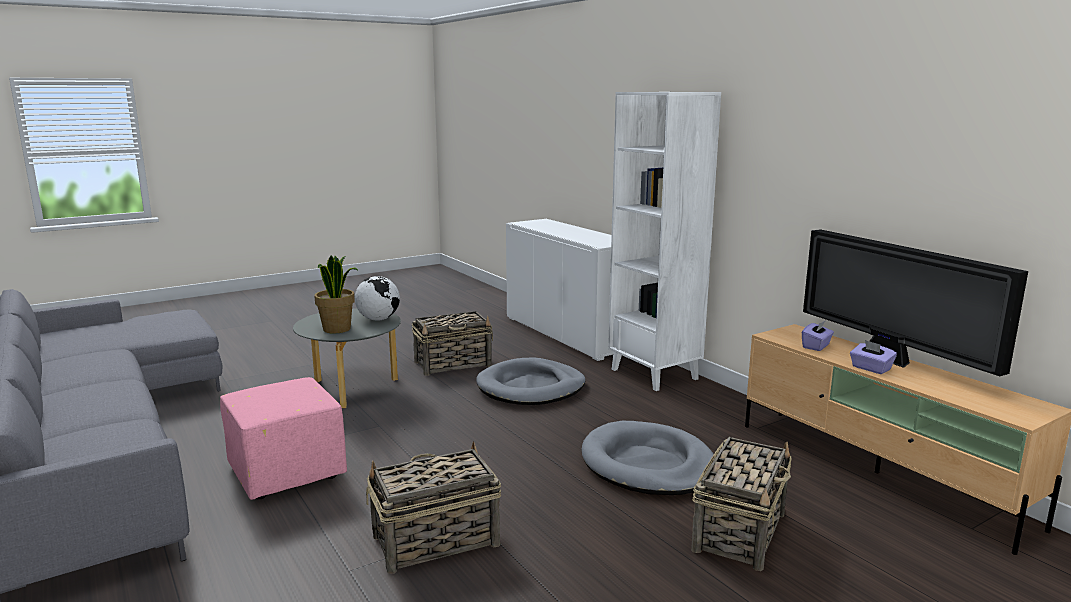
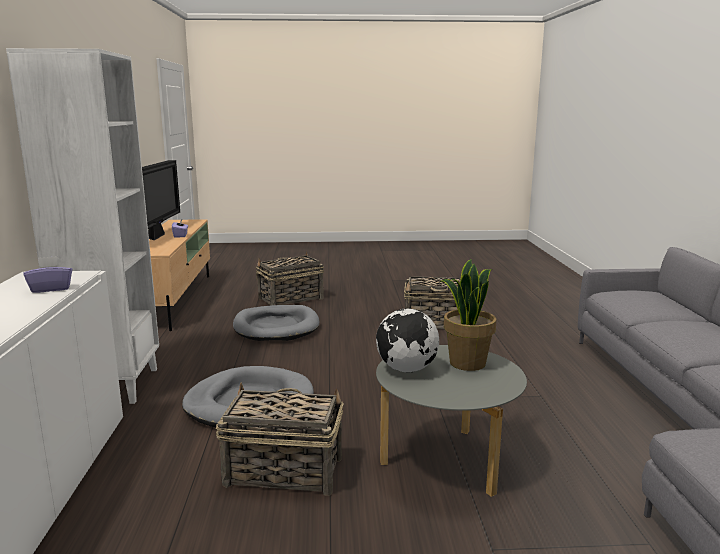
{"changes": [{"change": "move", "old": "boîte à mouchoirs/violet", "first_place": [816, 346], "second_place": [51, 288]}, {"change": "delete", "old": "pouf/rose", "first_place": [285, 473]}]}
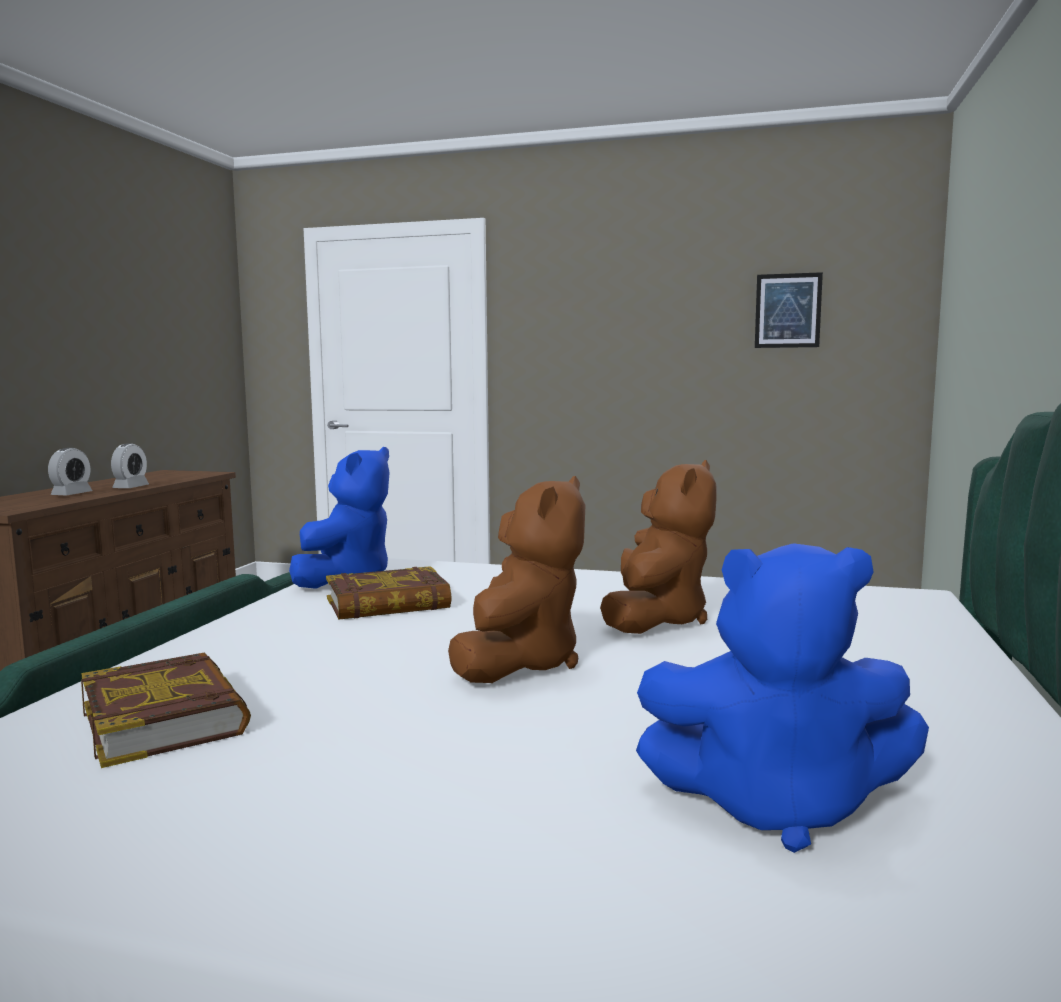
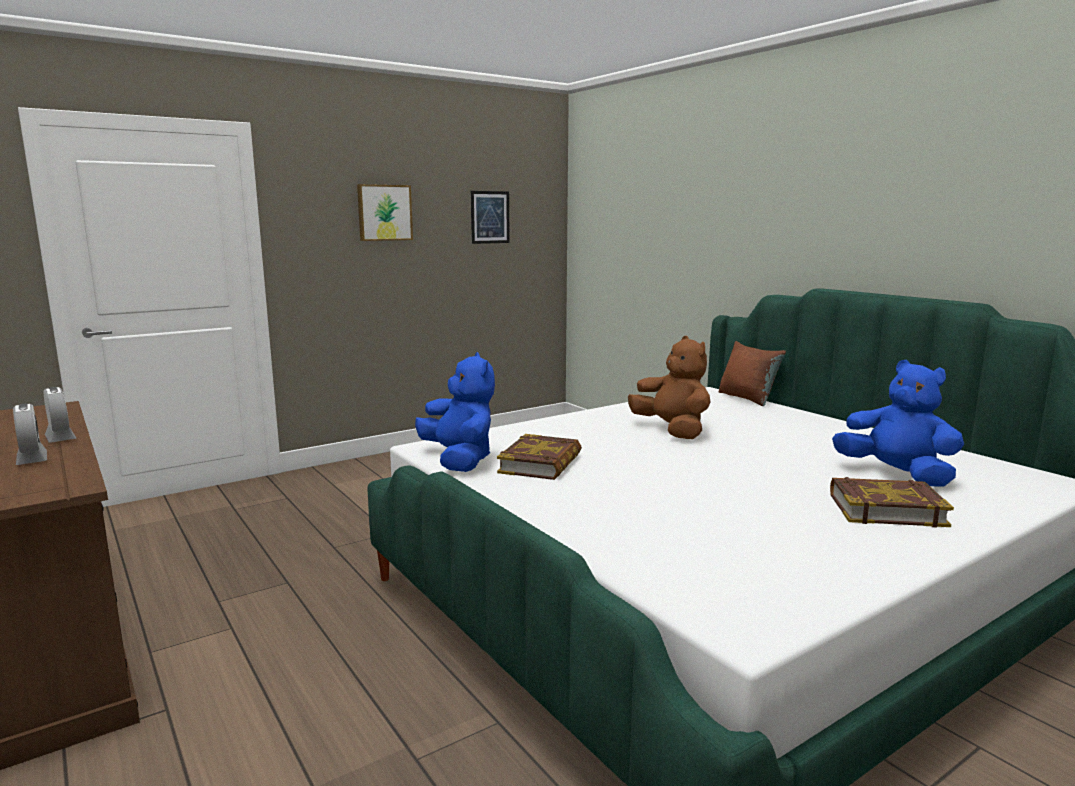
{"changes": [{"change": "delete", "old": "peluche/marron", "first_place": [519, 663]}, {"change": "rotate", "old": "peluche/bleu", "first_place": [775, 805], "second_place": [896, 475], "degrees": -90}, {"change": "move", "old": "livre", "first_place": [165, 719], "second_place": [886, 509]}, {"change": "insert", "new": "tableau", "second_place": [384, 212]}, {"change": "insert", "new": "coussin/marron", "second_place": [747, 398]}]}
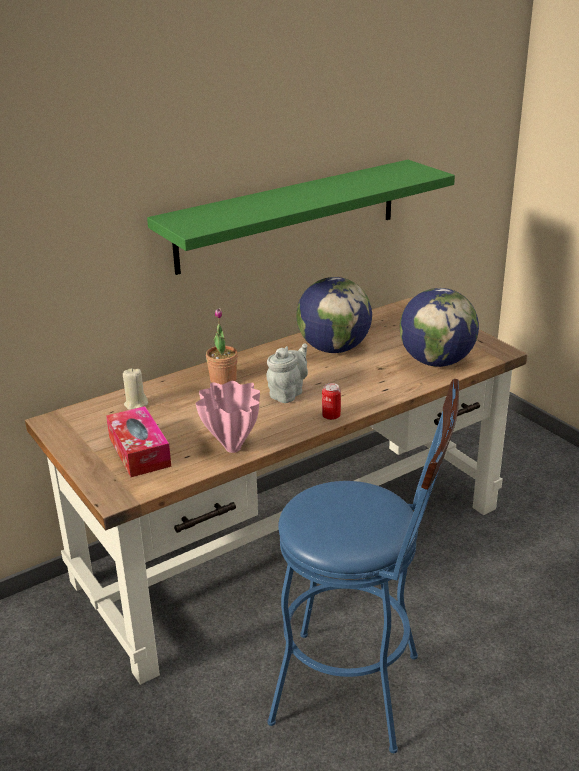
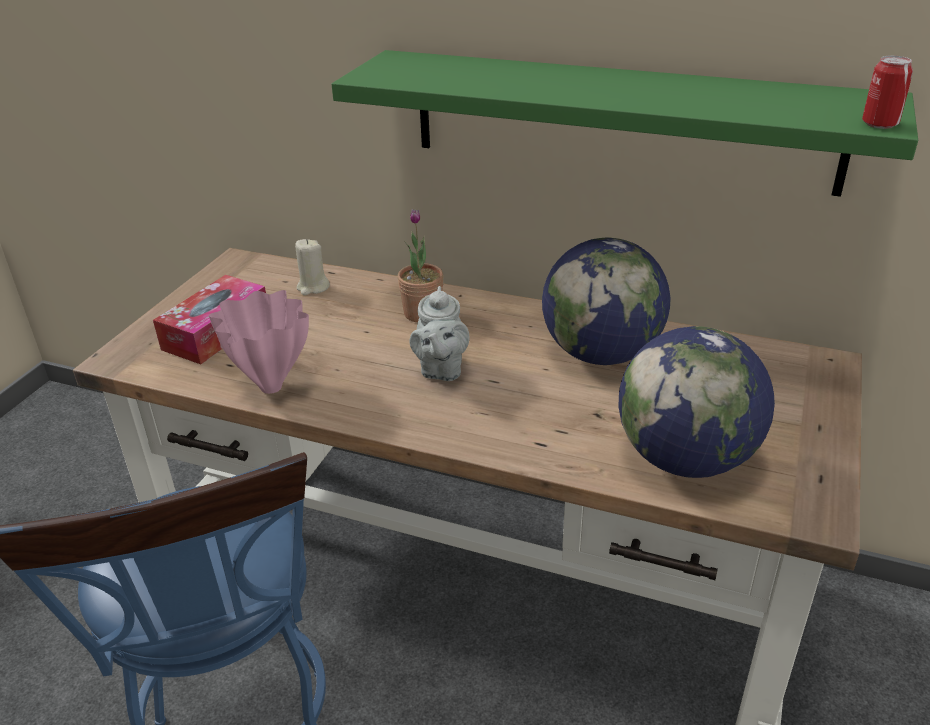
{"changes": [{"change": "rotate", "old": "théière/gris", "first_place": [288, 393], "second_place": [441, 369], "degrees": 90}, {"change": "move", "old": "boîte métallique", "first_place": [331, 416], "second_place": [879, 124]}]}
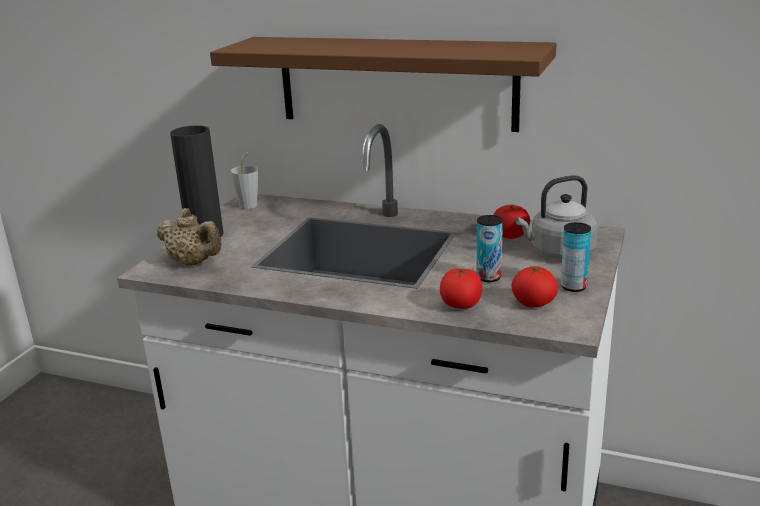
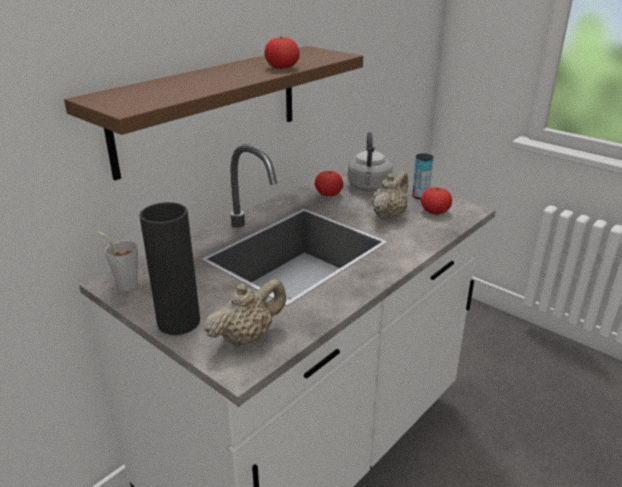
{"changes": [{"change": "replace", "old": "boîte métallique", "new": "théière/beige", "first_place": [488, 277], "second_place": [389, 215]}, {"change": "move", "old": "tomate", "first_place": [461, 305], "second_place": [282, 67]}]}
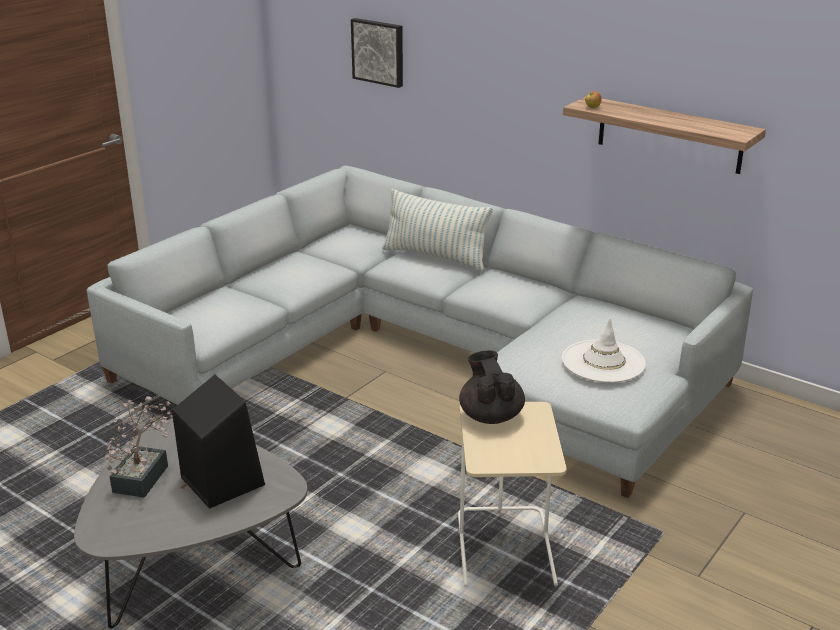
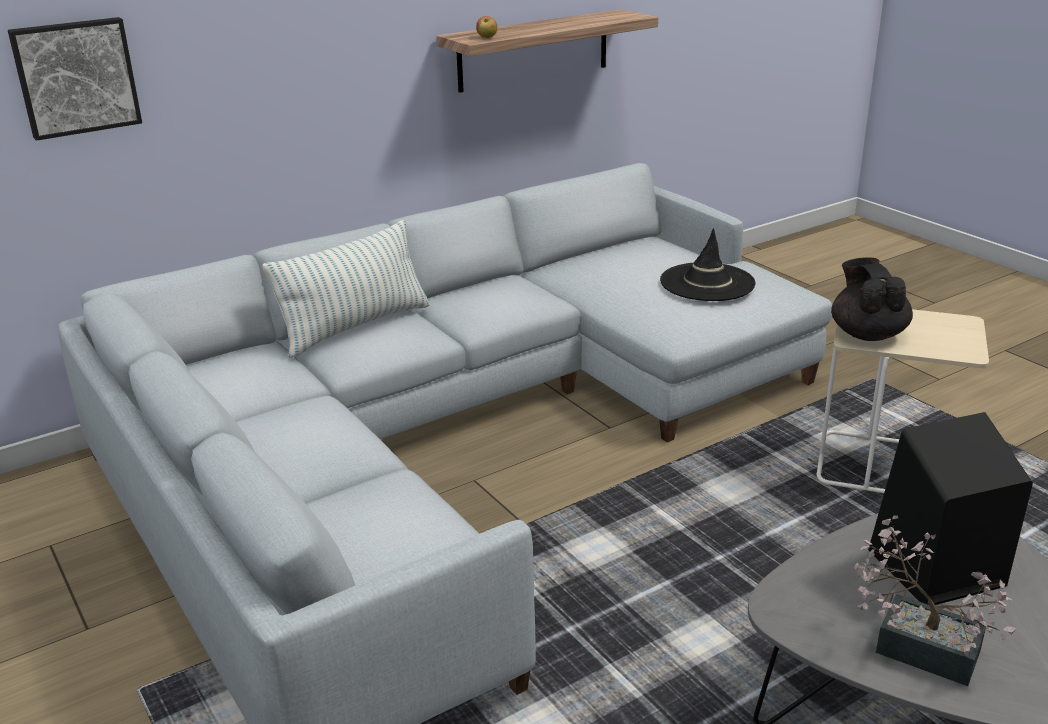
{"changes": [{"change": "recolor", "old": "chapeau/blanc", "new": "chapeau/noir", "first_place": [603, 362], "second_place": [707, 283]}, {"change": "rotate", "old": "théière/noir", "first_place": [490, 415], "second_place": [867, 334], "degrees": 75}]}
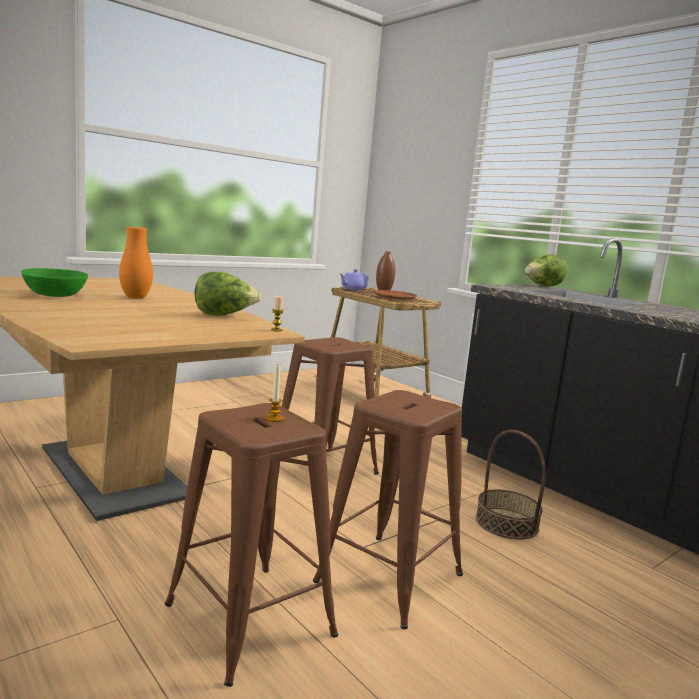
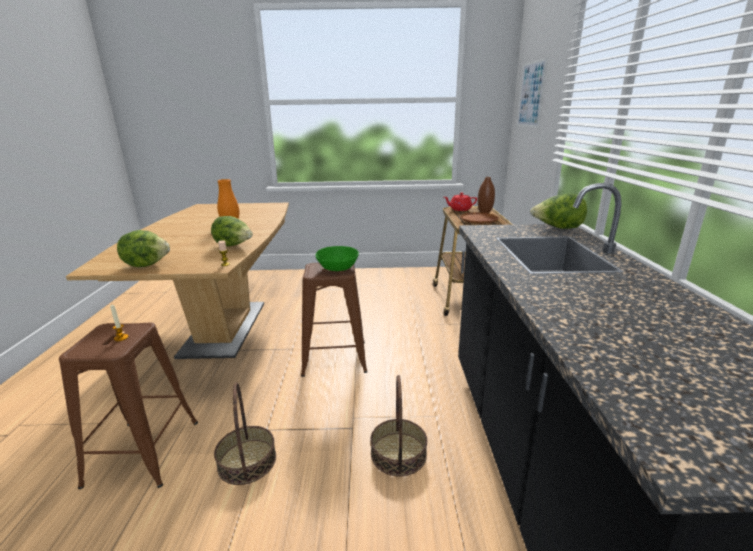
{"changes": [{"change": "move", "old": "bol/vert", "first_place": [56, 295], "second_place": [338, 268]}, {"change": "recolor", "old": "théière/violet", "new": "théière/rouge", "first_place": [353, 289], "second_place": [459, 209]}, {"change": "replace", "old": "tabouret/marron", "new": "panier", "first_place": [389, 578], "second_place": [247, 461]}, {"change": "insert", "new": "tableau", "second_place": [531, 94]}, {"change": "insert", "new": "laitue", "second_place": [147, 264]}]}
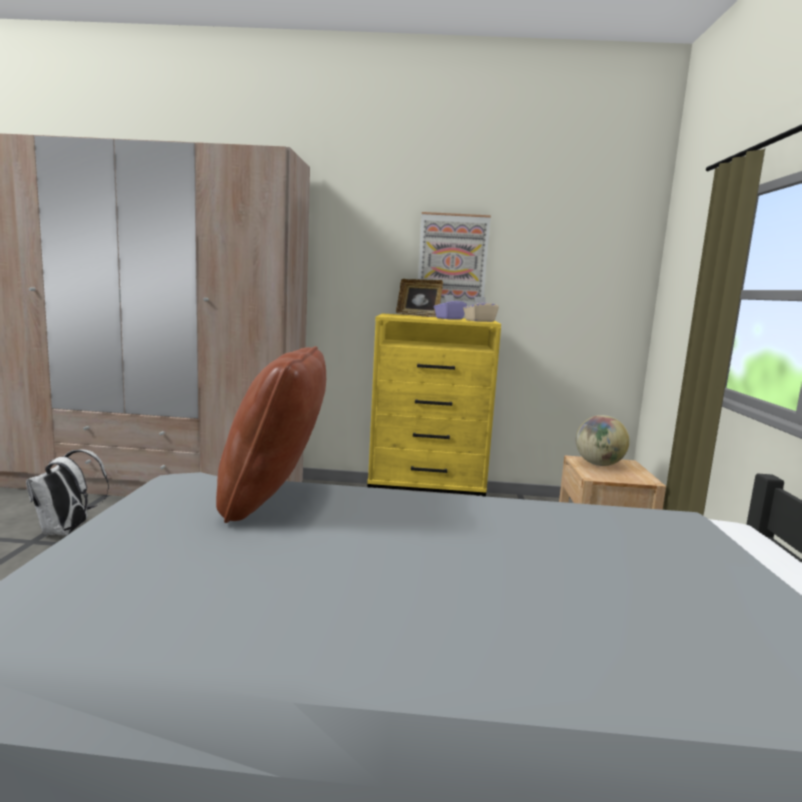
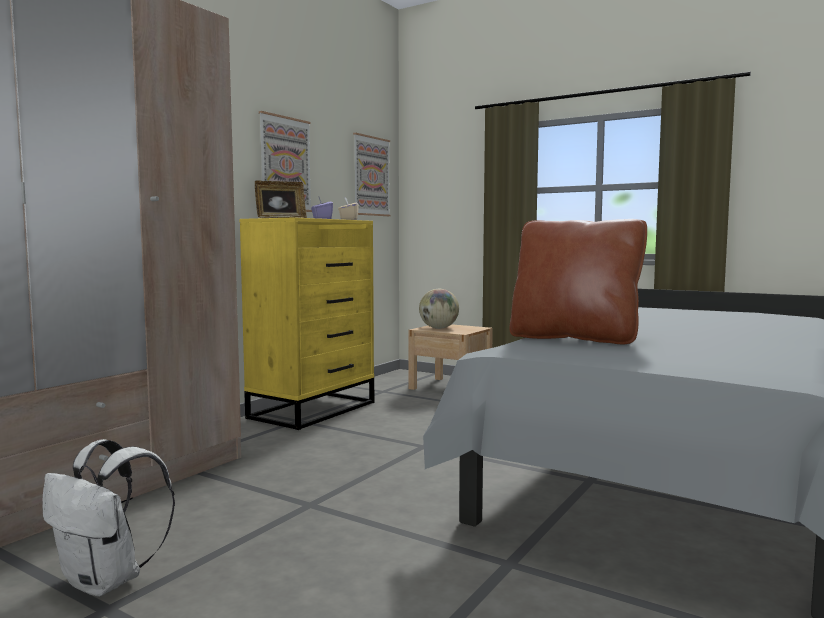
{"changes": [{"change": "insert", "new": "tableau", "second_place": [371, 176]}]}
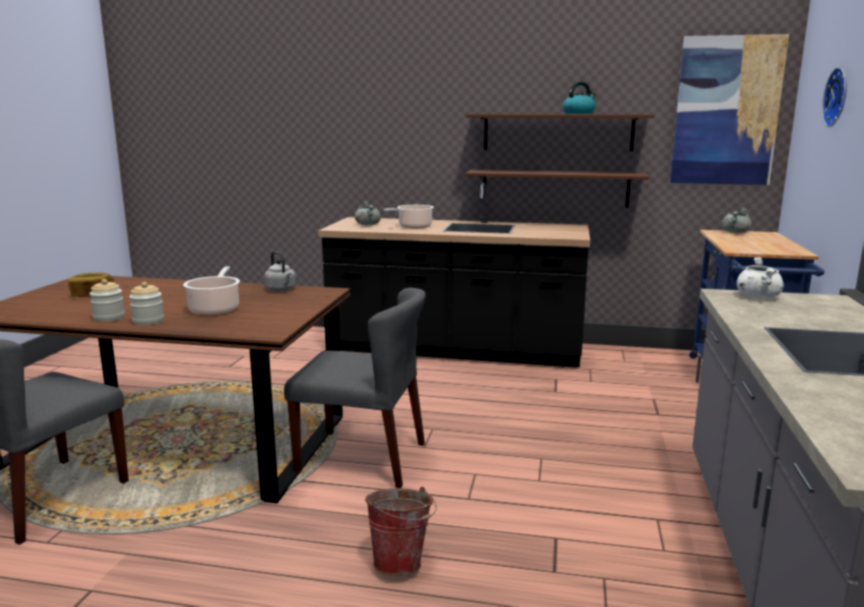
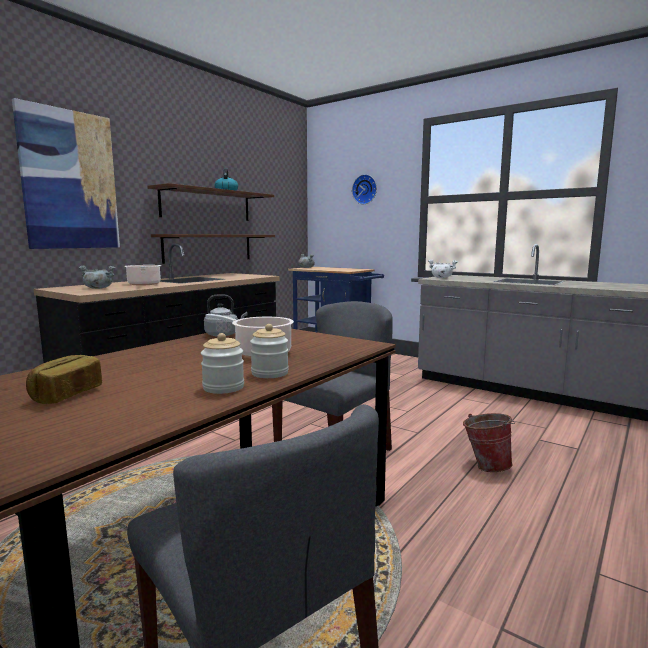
{"changes": [{"change": "move", "old": "tableau", "first_place": [726, 111], "second_place": [69, 180]}]}
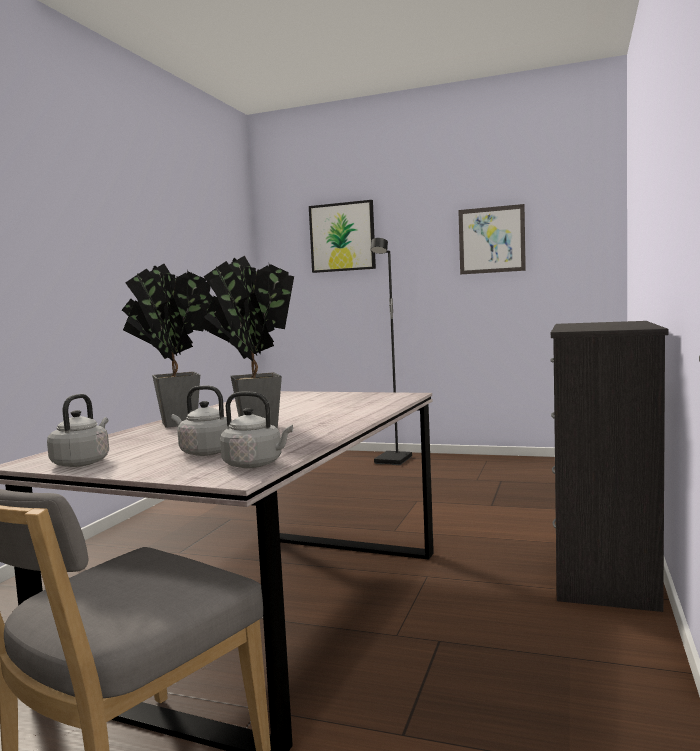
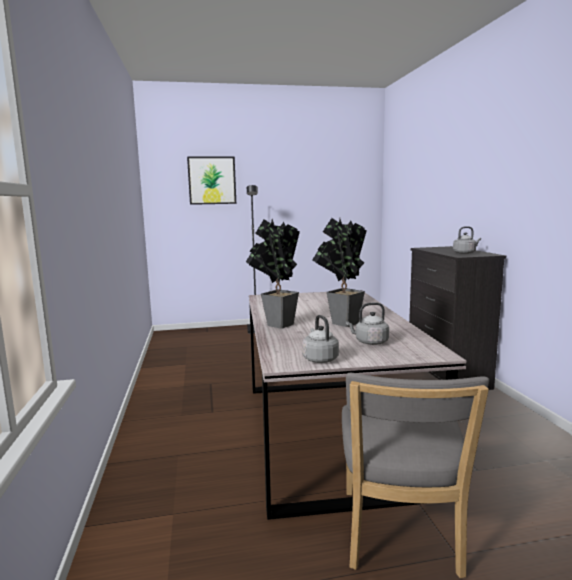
{"changes": [{"change": "delete", "old": "tableau", "first_place": [491, 240]}, {"change": "move", "old": "bouilloire/gris", "first_place": [255, 464], "second_place": [465, 253]}]}
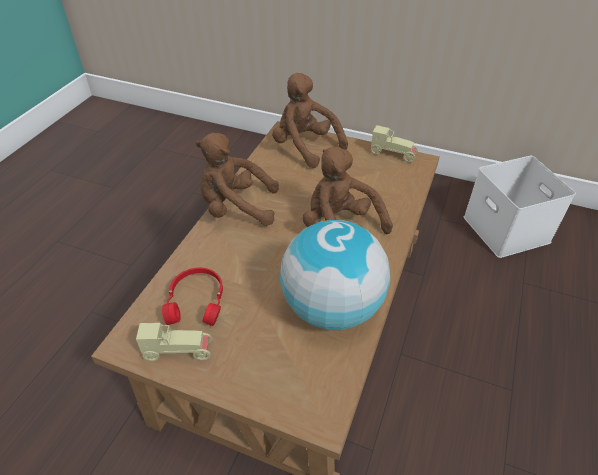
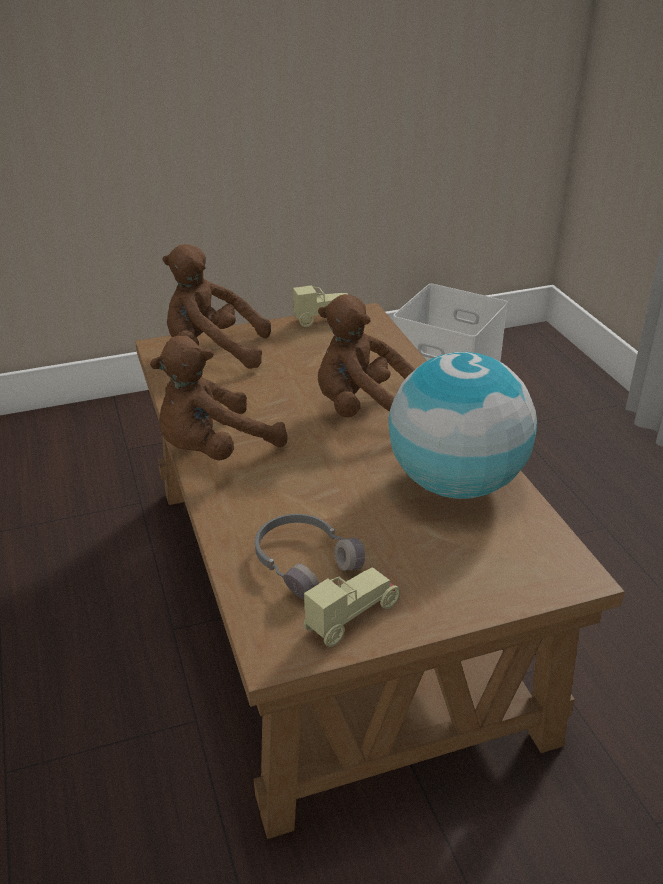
{"changes": [{"change": "recolor", "old": "casque audio/rouge", "new": "casque audio/gris", "first_place": [197, 302], "second_place": [304, 561]}]}
